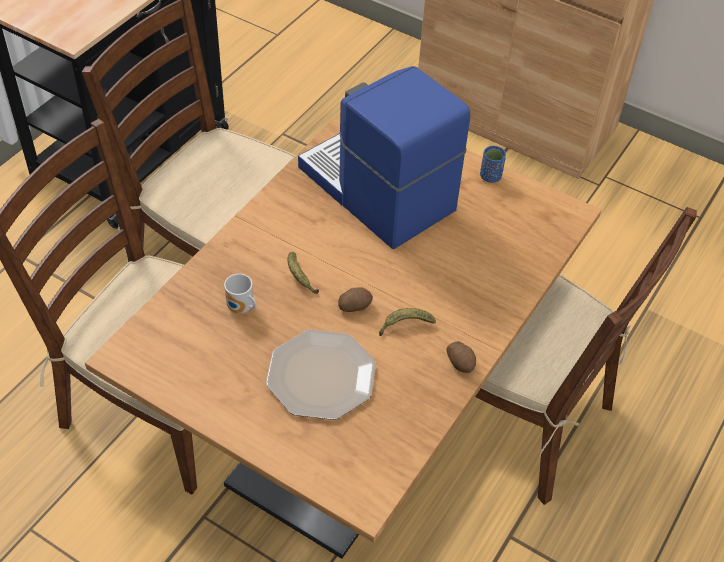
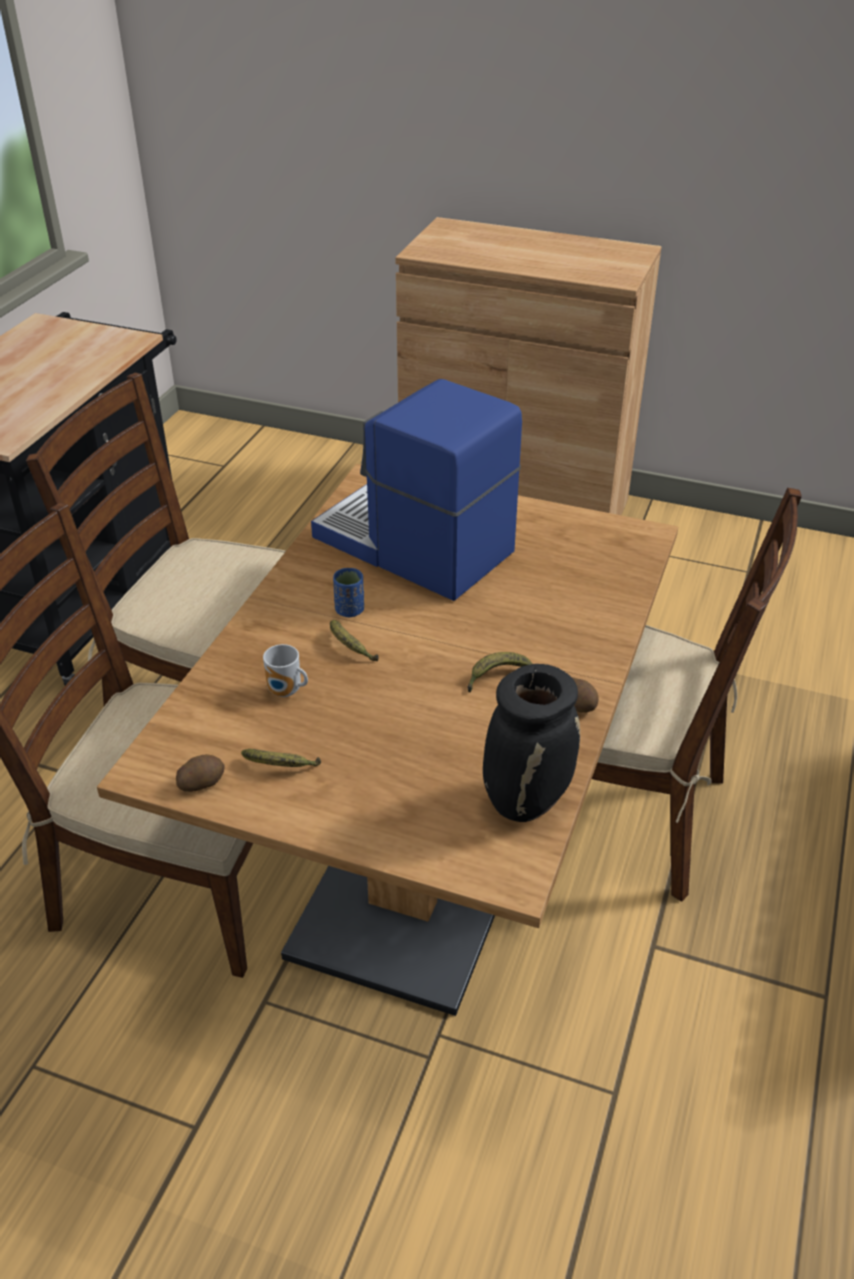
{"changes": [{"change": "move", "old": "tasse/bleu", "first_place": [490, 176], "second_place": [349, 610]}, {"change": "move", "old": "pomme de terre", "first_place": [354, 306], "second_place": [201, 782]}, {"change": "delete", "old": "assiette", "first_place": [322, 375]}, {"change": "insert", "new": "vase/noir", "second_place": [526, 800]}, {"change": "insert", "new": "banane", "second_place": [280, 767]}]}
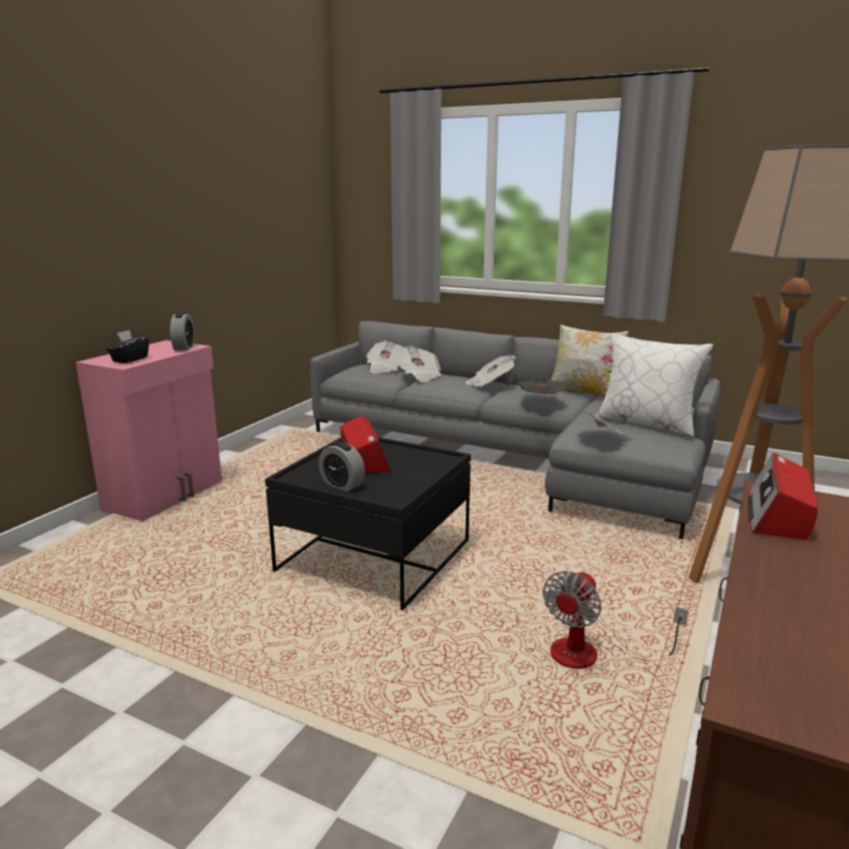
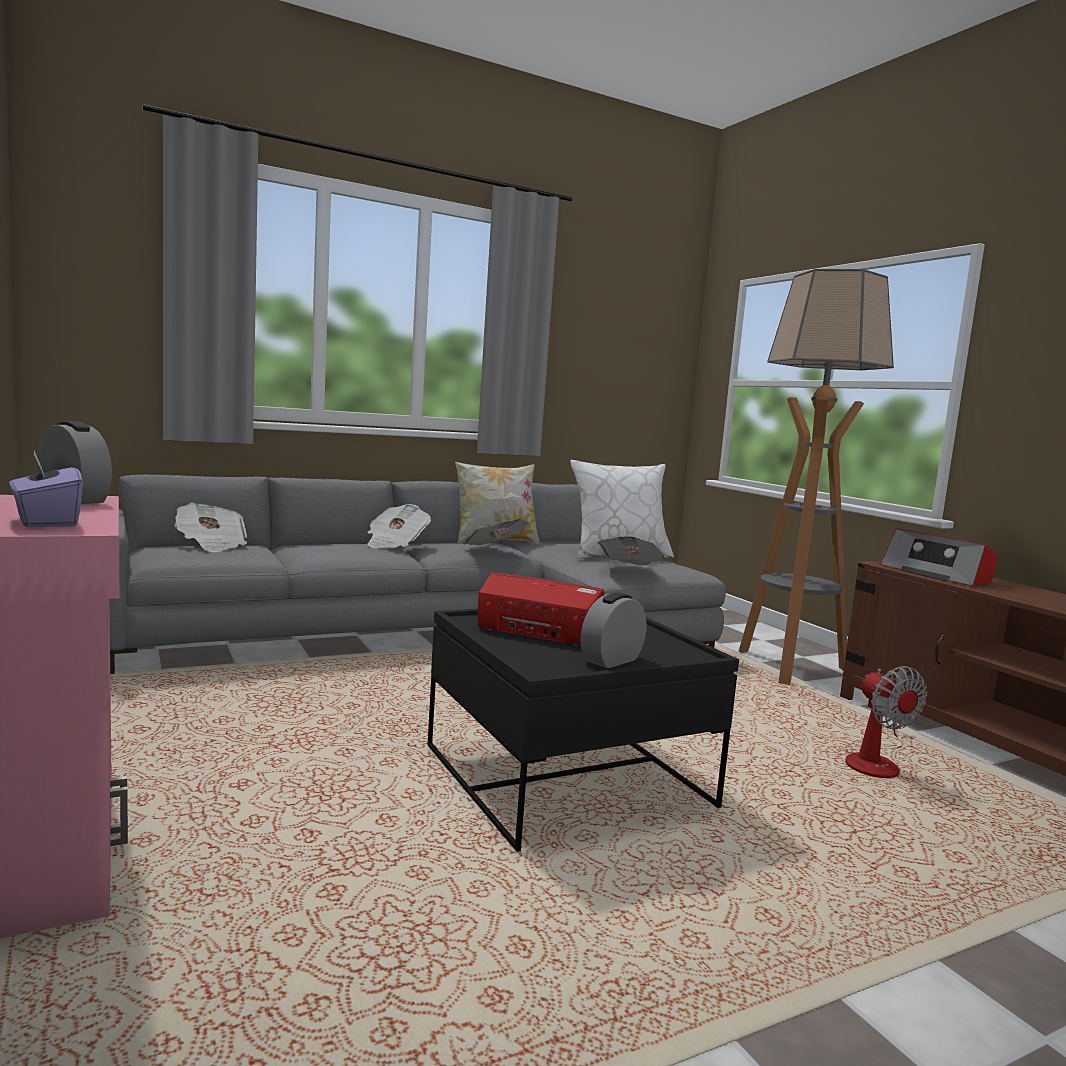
{"changes": [{"change": "recolor", "old": "boîte à mouchoirs/noir", "new": "boîte à mouchoirs/violet", "first_place": [130, 359], "second_place": [46, 522]}, {"change": "delete", "old": "journal", "first_place": [419, 376]}, {"change": "rotate", "old": "réveil", "first_place": [342, 485], "second_place": [611, 660], "degrees": 150}]}
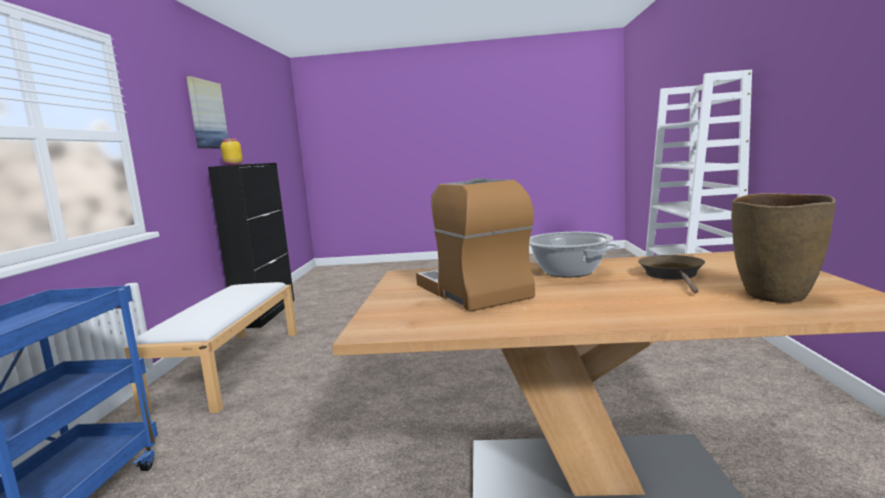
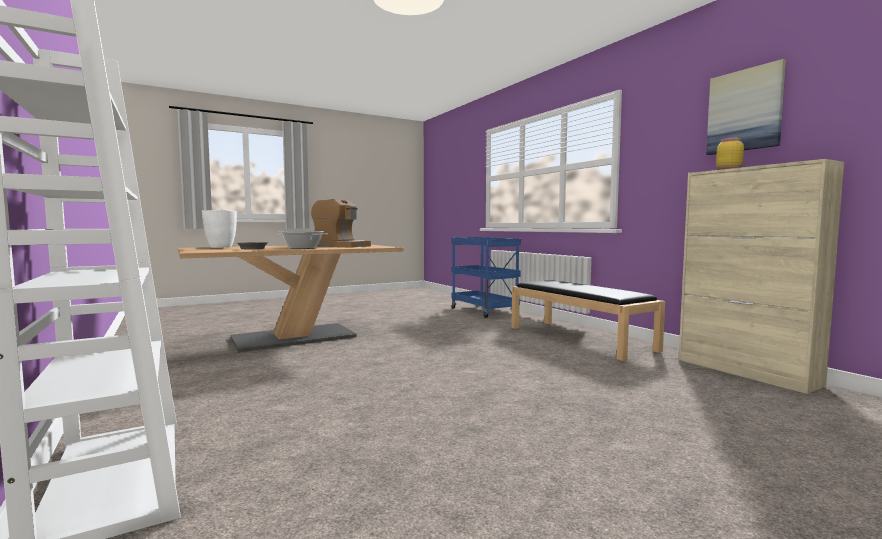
{"changes": [{"change": "recolor", "old": "meuble de rangement/noir", "new": "meuble de rangement/beige", "first_place": [266, 313], "second_place": [746, 372]}, {"change": "recolor", "old": "vase/marron", "new": "vase/blanc", "first_place": [777, 296], "second_place": [220, 247]}, {"change": "recolor", "old": "banc/blanc", "new": "banc/noir", "first_place": [230, 366], "second_place": [580, 338]}]}
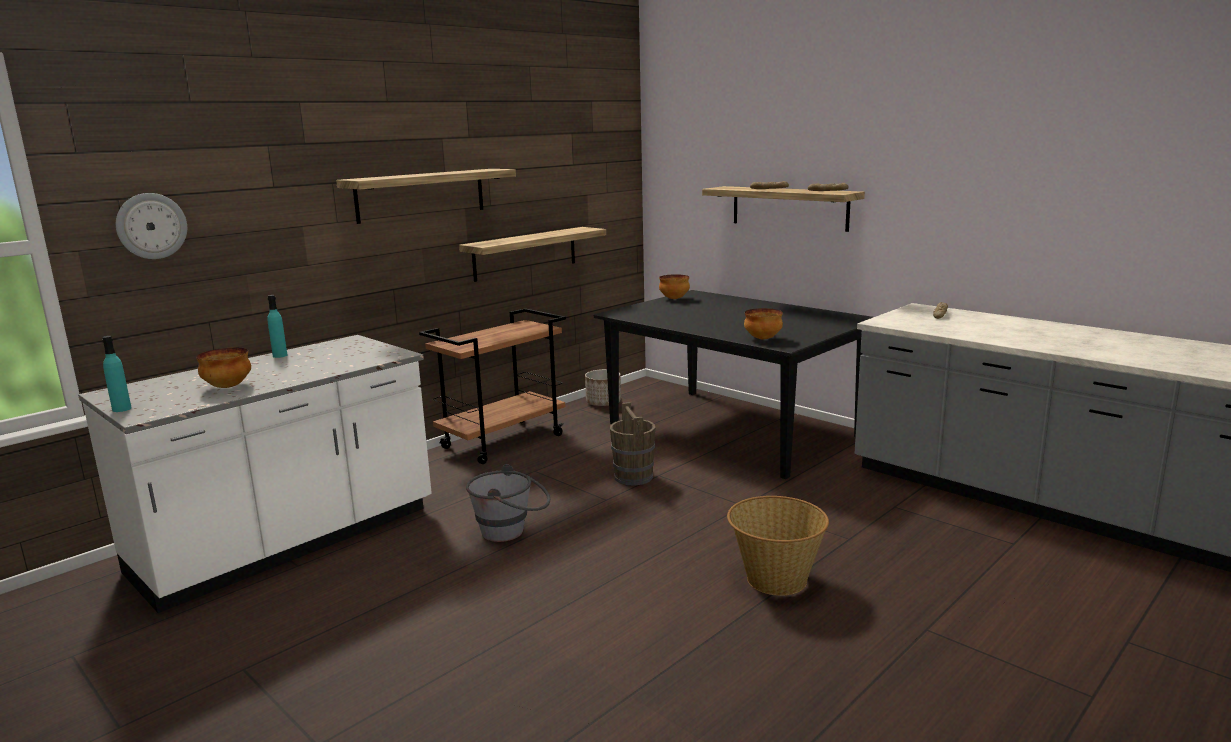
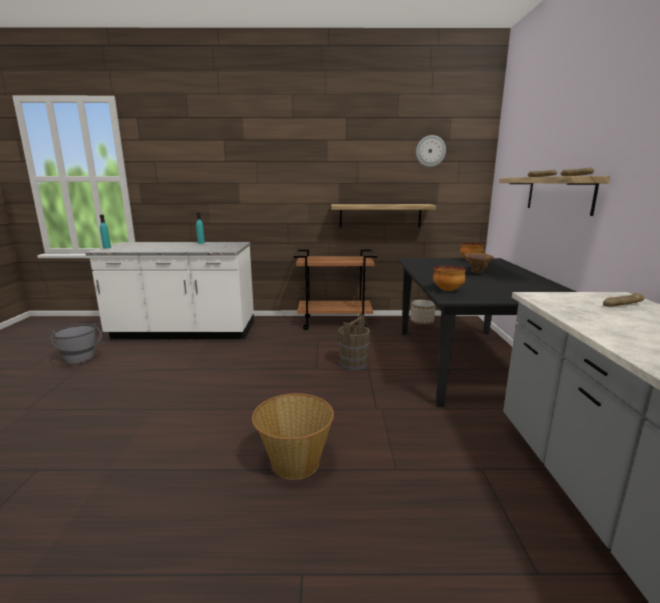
{"changes": [{"change": "delete", "old": "étagère", "first_place": [421, 195]}, {"change": "move", "old": "horloge murale", "first_place": [151, 226], "second_place": [430, 151]}, {"change": "delete", "old": "bol", "first_place": [228, 387]}, {"change": "move", "old": "seau/gris", "first_place": [512, 531], "second_place": [81, 361]}, {"change": "insert", "new": "vase/marron", "second_place": [476, 273]}]}
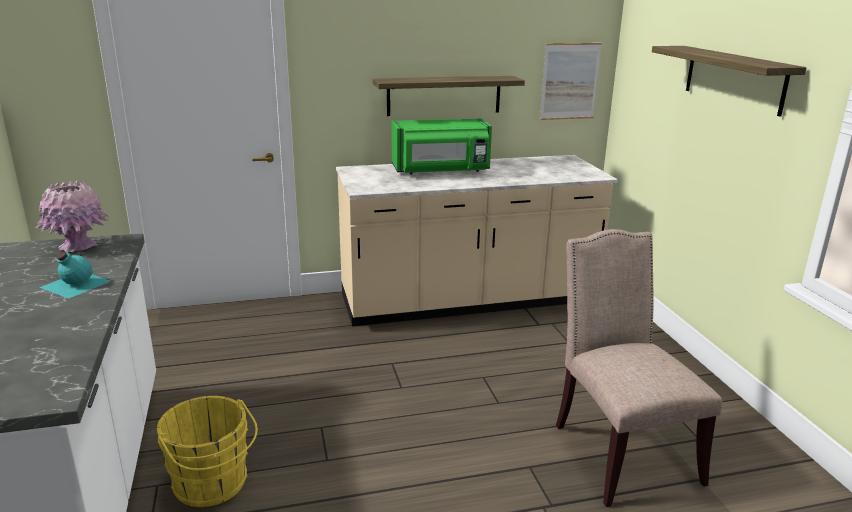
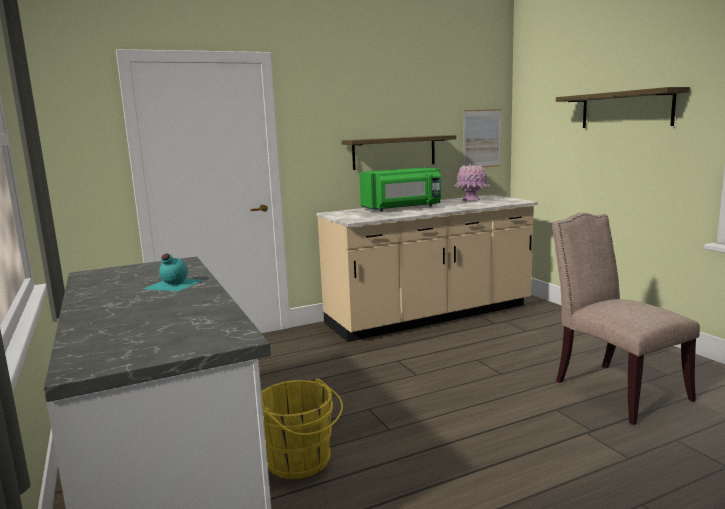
{"changes": [{"change": "move", "old": "vase/rose", "first_place": [78, 246], "second_place": [471, 200]}]}
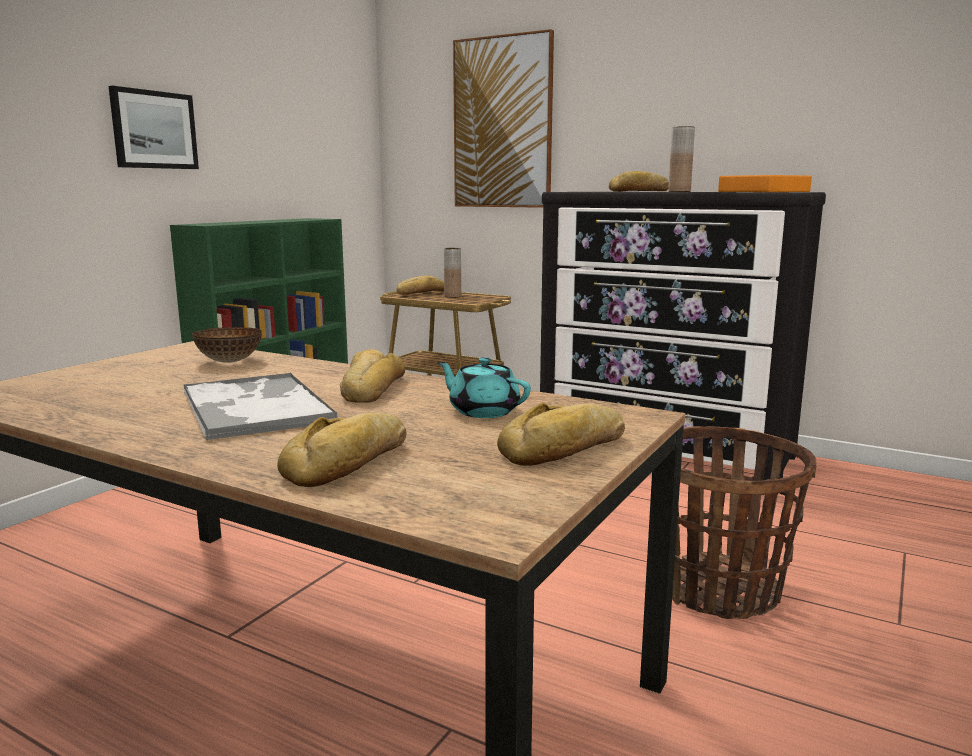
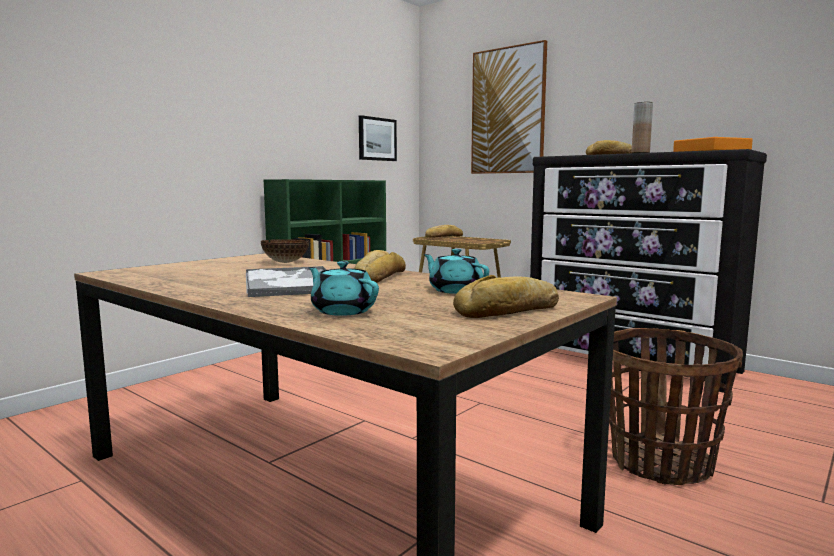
{"changes": [{"change": "move", "old": "tableau", "first_place": [154, 130], "second_place": [377, 139]}, {"change": "delete", "old": "vase/marron", "first_place": [452, 296]}, {"change": "replace", "old": "pain", "new": "théière/turquoise", "first_place": [351, 462], "second_place": [342, 311]}]}
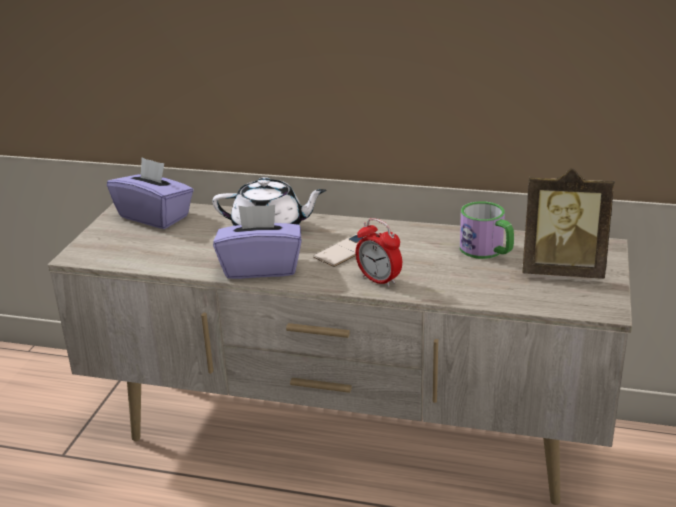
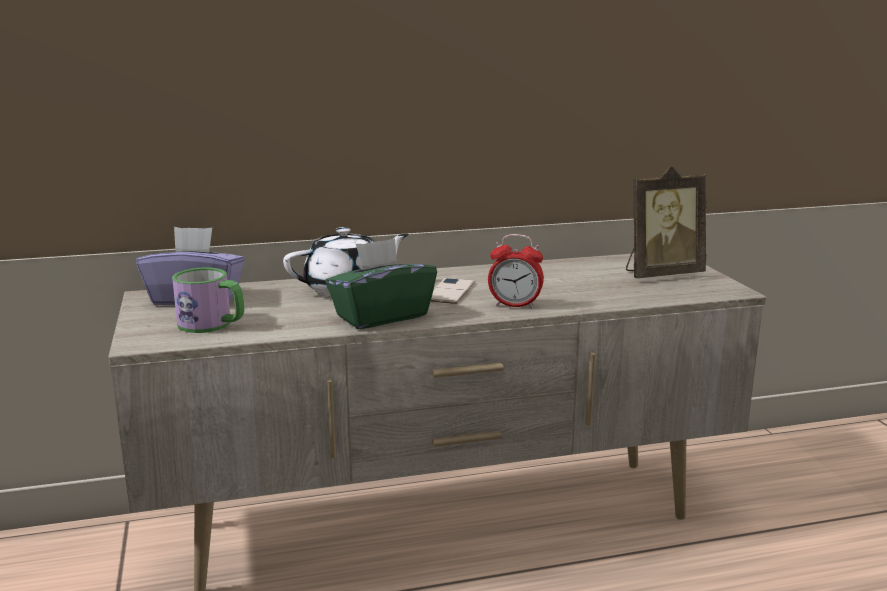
{"changes": [{"change": "move", "old": "mug", "first_place": [487, 251], "second_place": [212, 325]}, {"change": "recolor", "old": "boîte à mouchoirs/violet", "new": "boîte à mouchoirs/vert", "first_place": [261, 267], "second_place": [381, 316]}]}
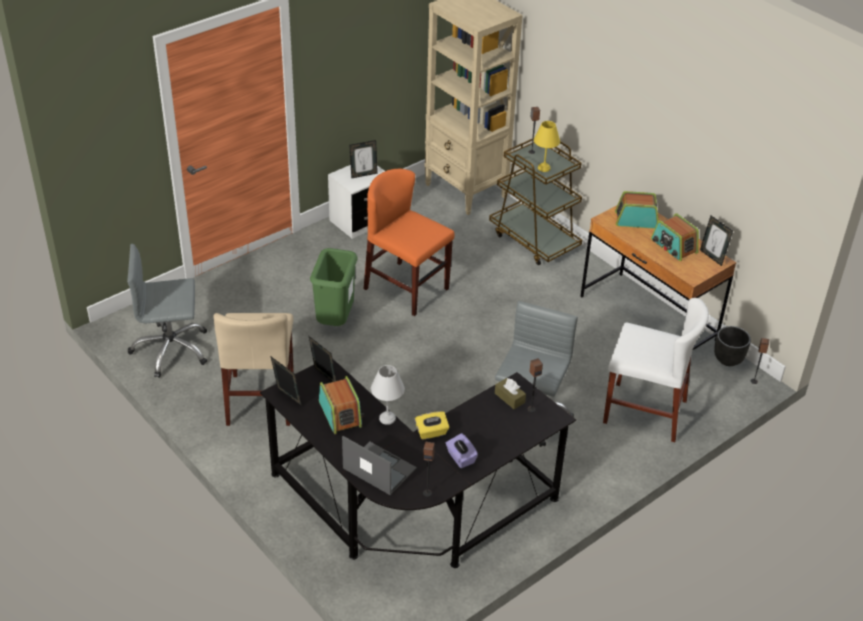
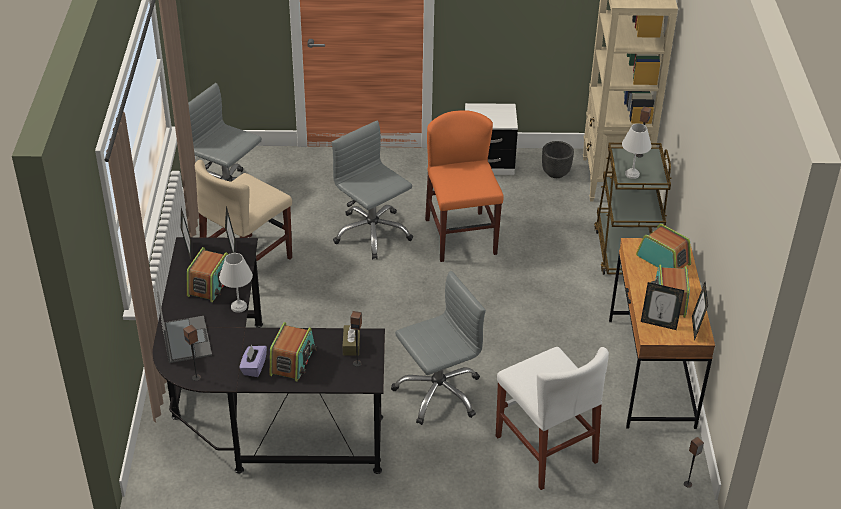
{"changes": [{"change": "recolor", "old": "lampe de table/jaune", "new": "lampe de table/blanc", "first_place": [544, 168], "second_place": [632, 174]}, {"change": "move", "old": "cadre photo", "first_place": [363, 174], "second_place": [659, 324]}, {"change": "replace", "old": "poubelle/vert", "new": "chaise de bureau/gris", "first_place": [335, 321], "second_place": [372, 233]}, {"change": "move", "old": "cache-pot/noir", "first_place": [728, 359], "second_place": [556, 173]}, {"change": "delete", "old": "boîte à mouchoirs/jaune", "first_place": [431, 432]}, {"change": "insert", "new": "radio", "second_place": [293, 361]}]}
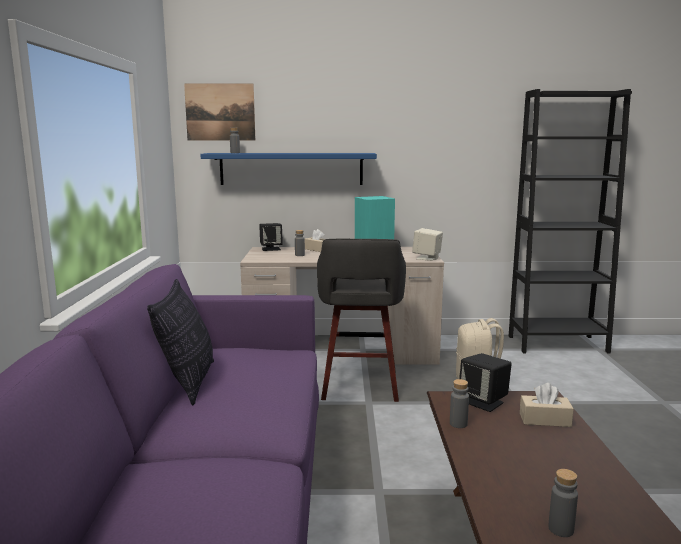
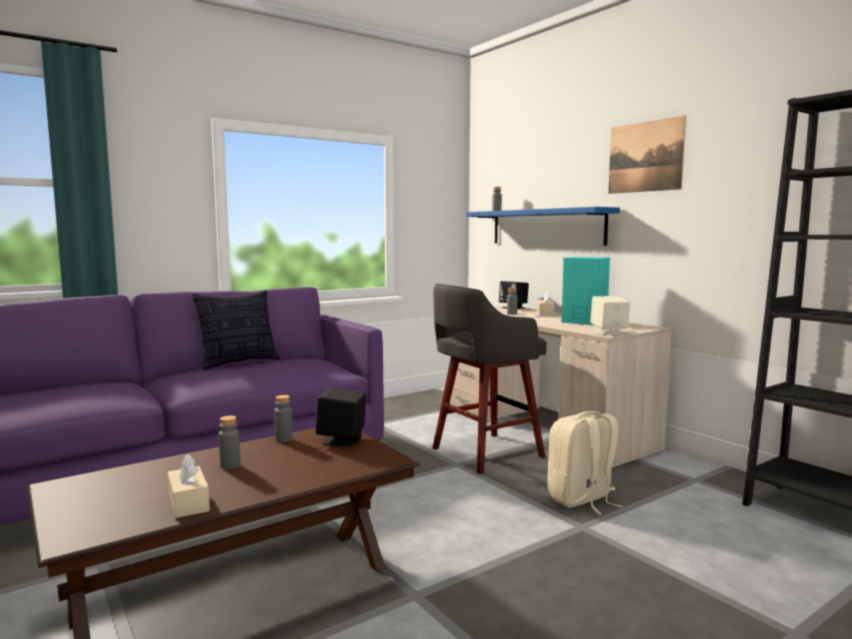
{"changes": [{"change": "move", "old": "tableau", "first_place": [220, 112], "second_place": [645, 157]}, {"change": "move", "old": "boîte à mouchoirs/beige", "first_place": [545, 420], "second_place": [188, 503]}, {"change": "move", "old": "bouteille/gris", "first_place": [561, 529], "second_place": [230, 465]}]}
